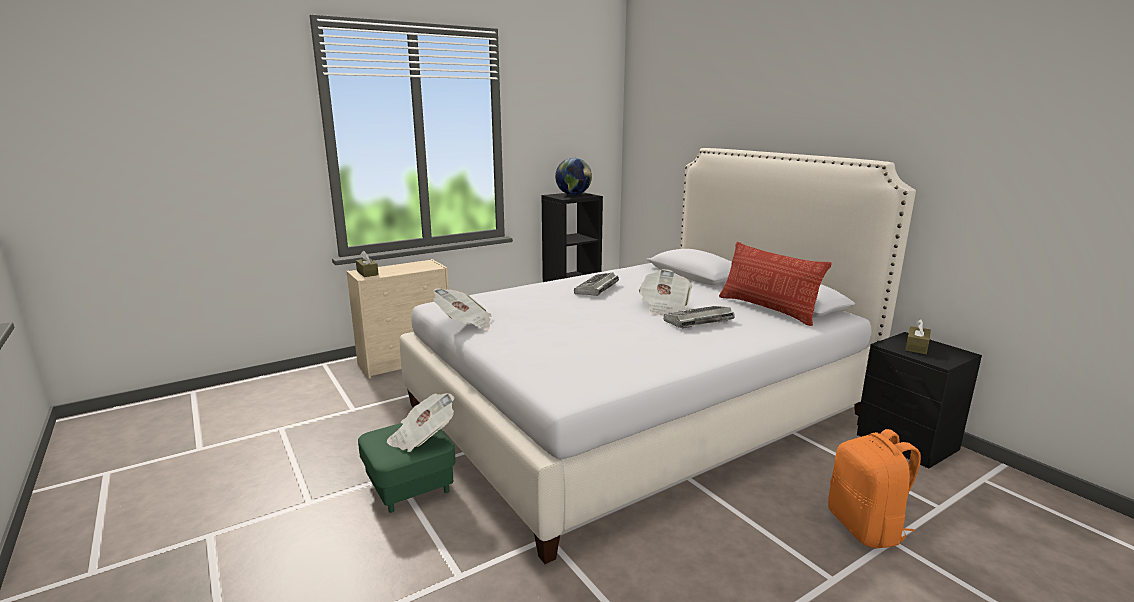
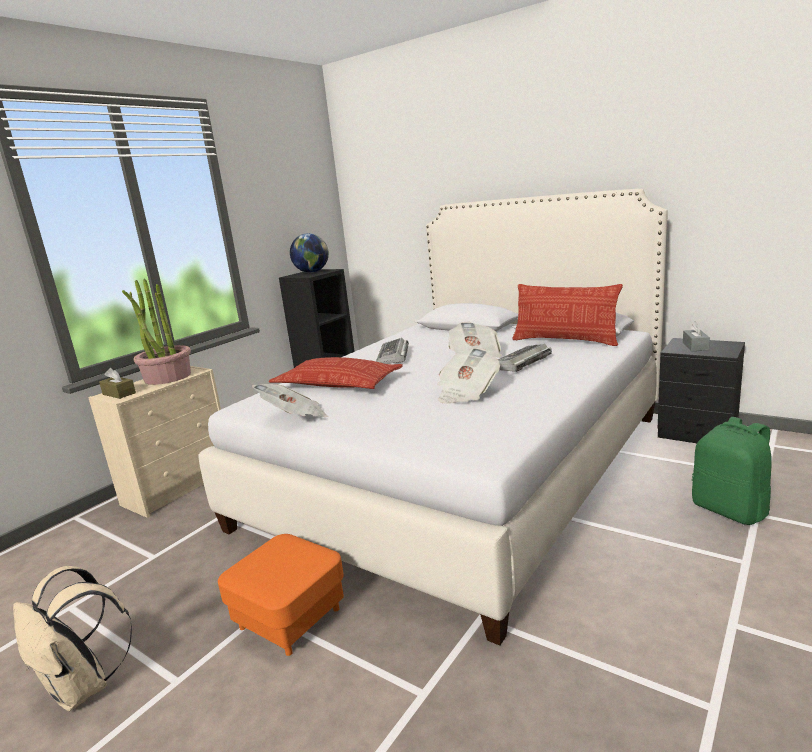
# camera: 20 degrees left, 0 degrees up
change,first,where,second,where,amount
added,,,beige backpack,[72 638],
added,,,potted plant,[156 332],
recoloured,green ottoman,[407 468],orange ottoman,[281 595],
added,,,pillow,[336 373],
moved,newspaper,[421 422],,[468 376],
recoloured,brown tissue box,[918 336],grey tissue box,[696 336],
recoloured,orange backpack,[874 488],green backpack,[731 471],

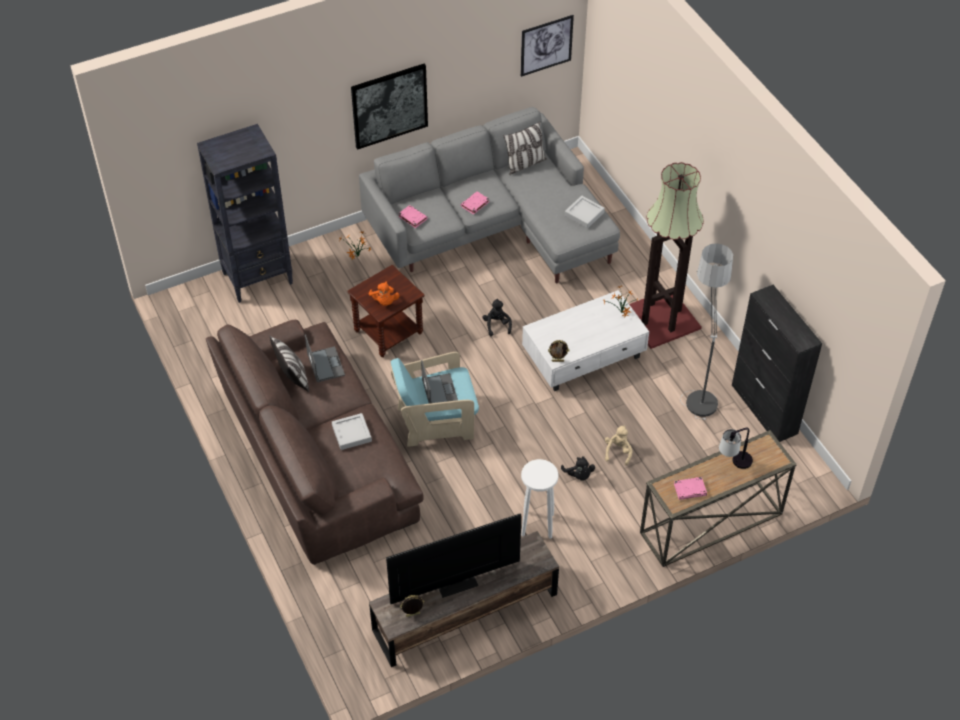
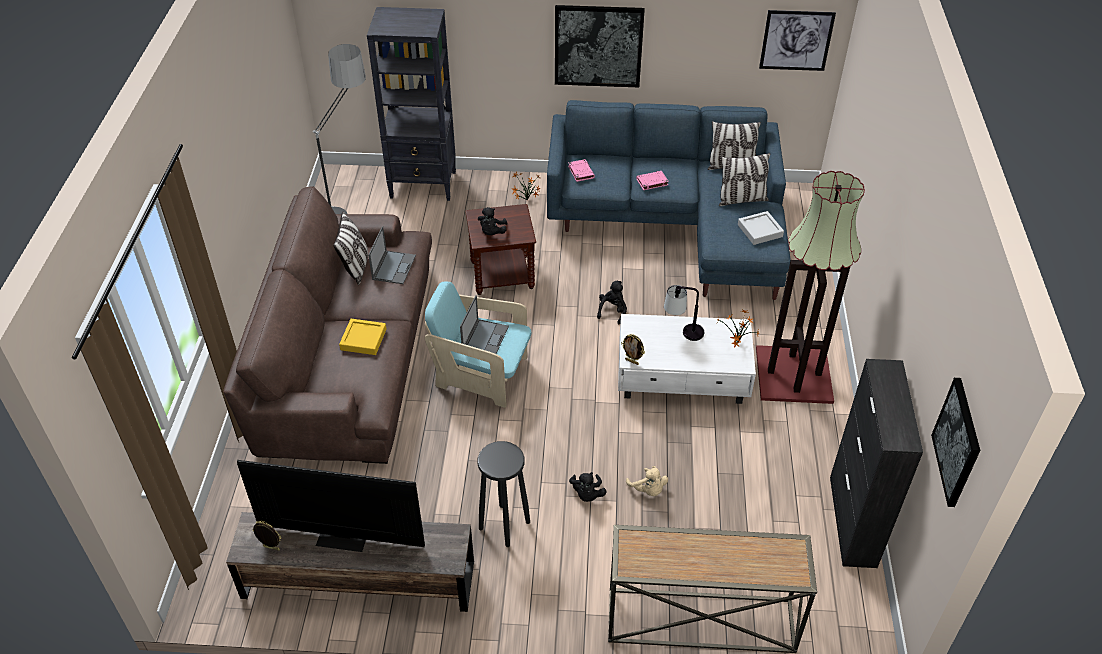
# camera: 30 degrees right, 5 degrees down
change,first,where,second,where,amount
moved,floor lamp,[706 331],,[339 129],
recoloured,grey tray,[352 431],yellow tray,[362 337],
recoloured,white stool,[540 499],black stool,[503 494],
recoloured,orange plush toy,[384 294],black plush toy,[493 221],
recoloured,grey sofa,[489 195],blue sofa,[668 200],
turned,beige plush toy,[619 445],,[647 481],105 degrees clockwise
moved,table lamp,[736 448],,[684 313],
added,,,pillow,[745 179],
added,,,picture,[955 442],
removed,pink book,[690 488],,,

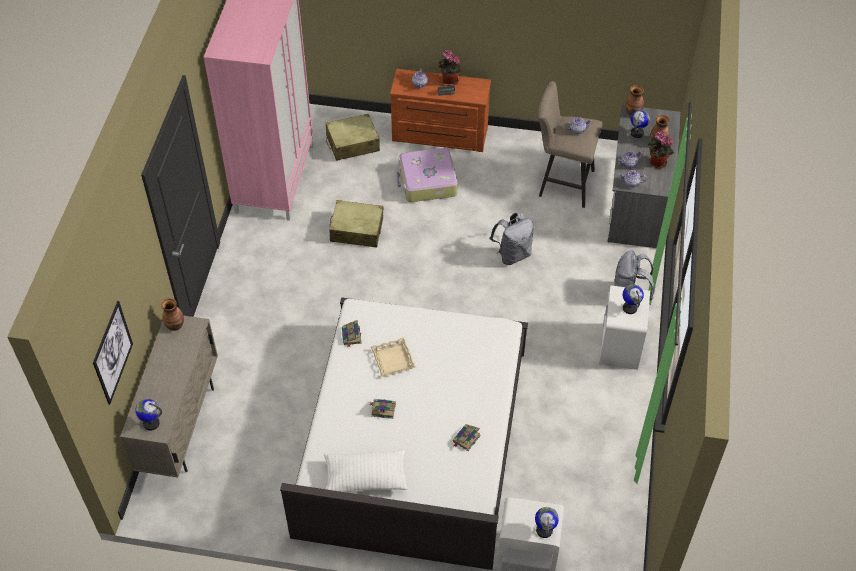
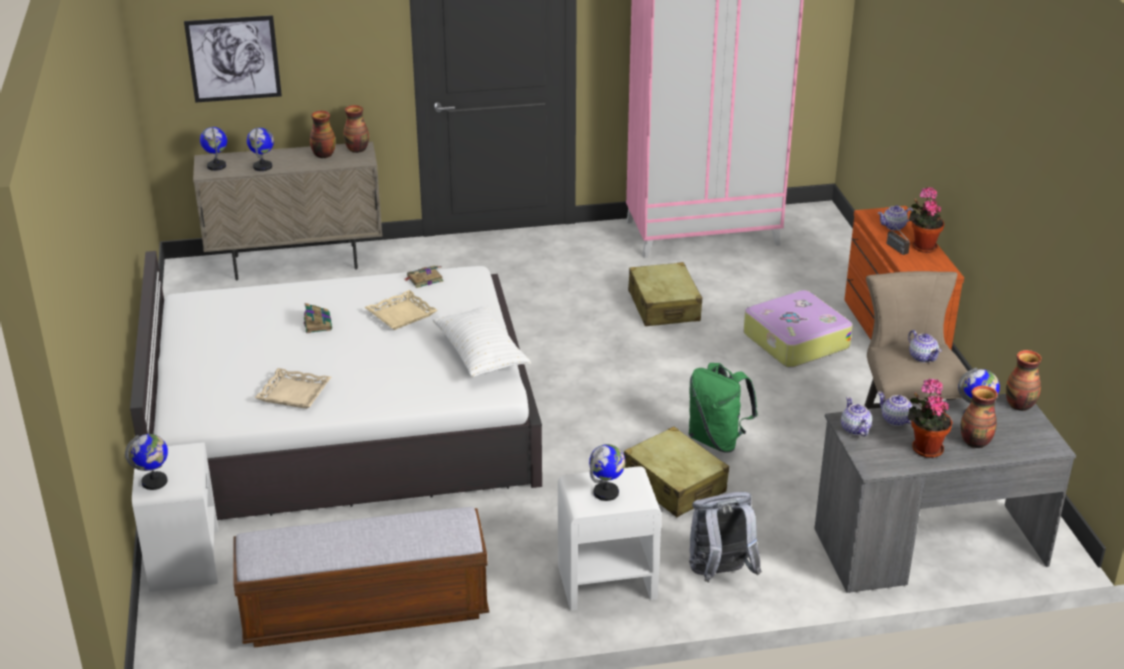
# camera: 70 degrees right, 20 degrees down
change,first,where,second,where,amount
added,,,bench,[361 577],
added,,,globe,[260 149],
replaced,book,[467 437],beige tray,[293 388],
added,,,vase,[323 134],
moved,white pillow,[366 470],,[481 341],
moved,beige suitcase,[353 137],,[676 472],
recoloured,grey backpack,[511 238],green backpack,[723 408],

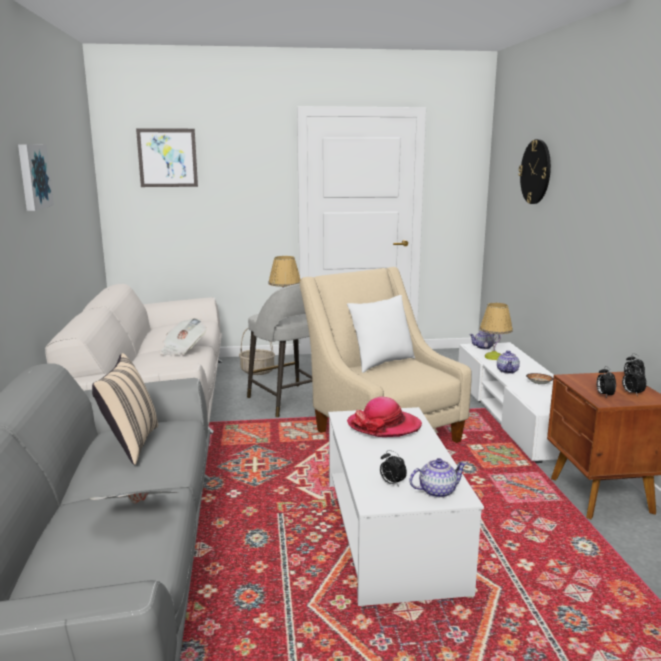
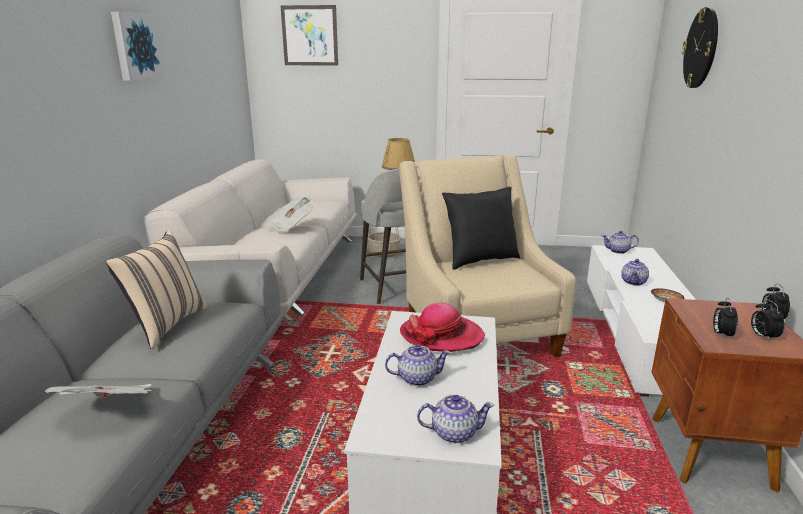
# camera: 15 degrees right, 5 degrees up
change,first,where,second,where,amount
added,,,teapot,[418 365],
recoloured,white pillow,[381 334],black pillow,[481 228],
removed,alarm clock,[393 468],,,
removed,table lamp,[496 331],,,

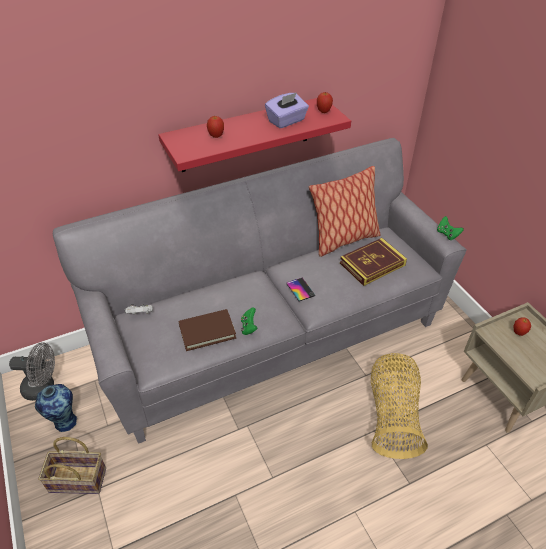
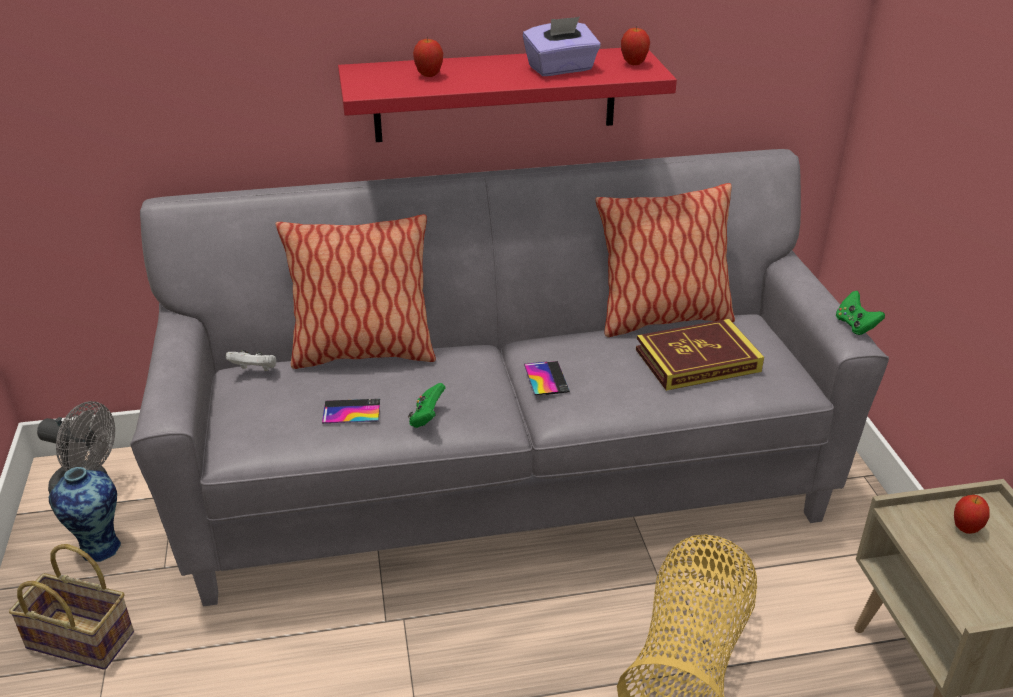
# camera: 15 degrees right, 10 degrees down
change,first,where,second,where,amount
added,,,pillow,[356 291],
replaced,brown book,[207 330],phone,[351 411],

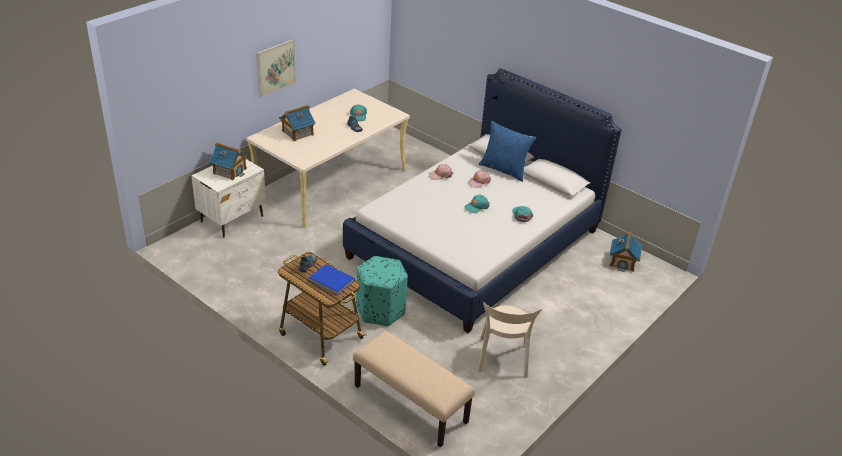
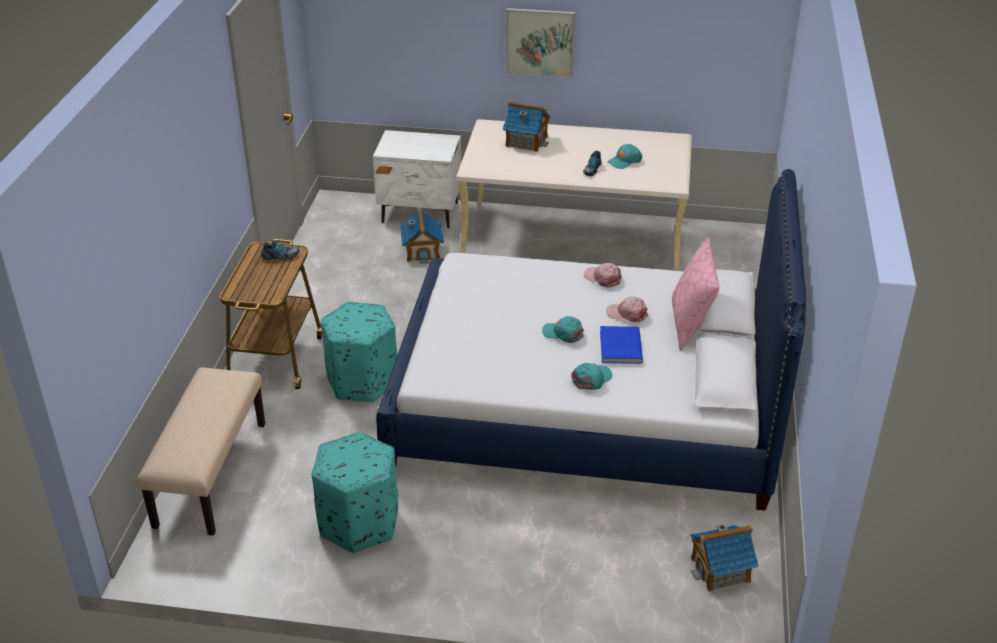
# camera: 60 degrees right, 0 degrees up
change,first,where,second,where,amount
replaced,beige chair,[509 340],turquoise ottoman,[355 492],
moved,toy house,[228 161],,[422 236],
moved,blue book,[332 279],,[621 345],
recoloured,blue pillow,[508 151],pink pillow,[696 293],

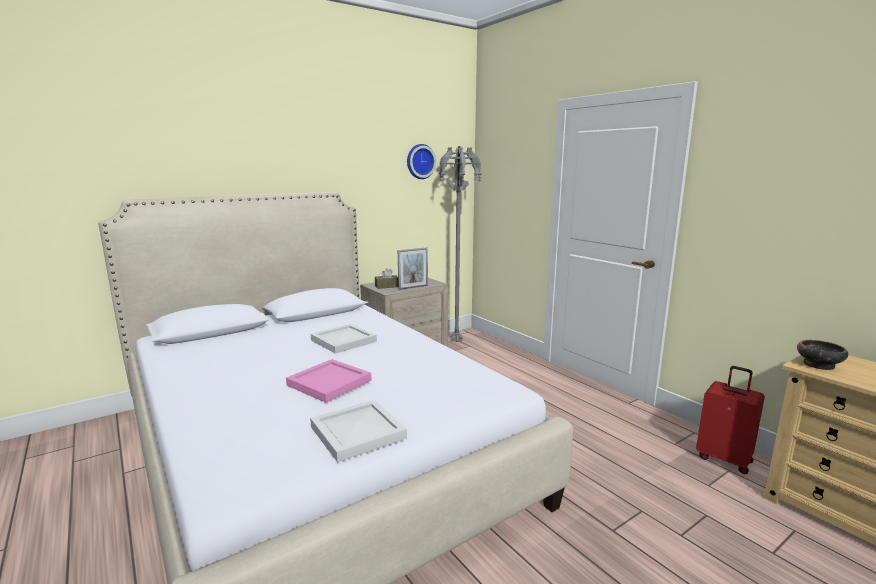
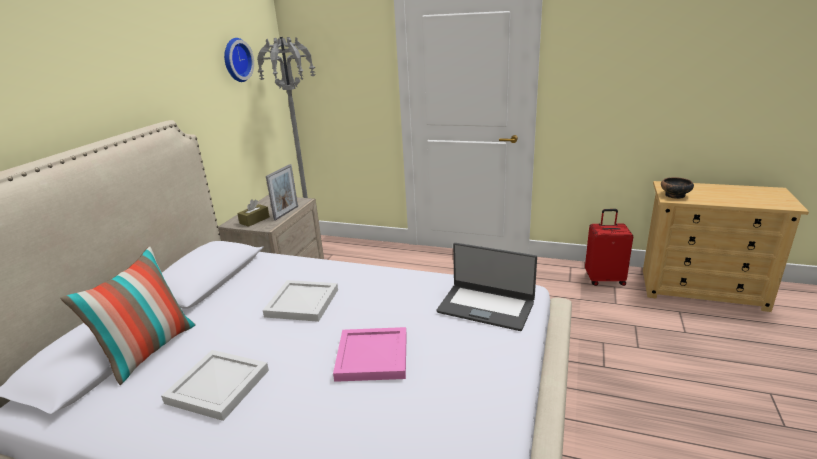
# camera: 35 degrees left, 10 degrees up
change,first,where,second,where,amount
added,,,pillow,[128 315],
moved,white tray,[358 431],,[215 385],
added,,,laptop,[486 287],

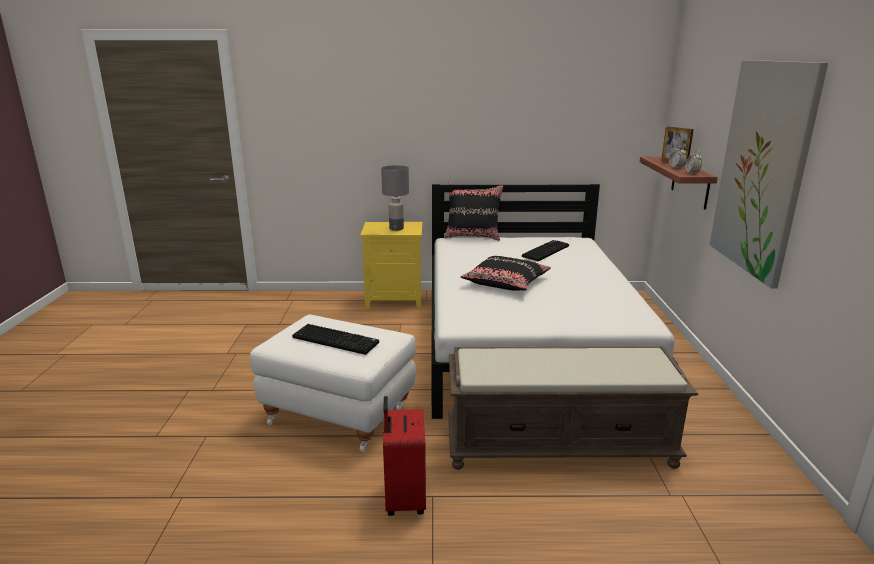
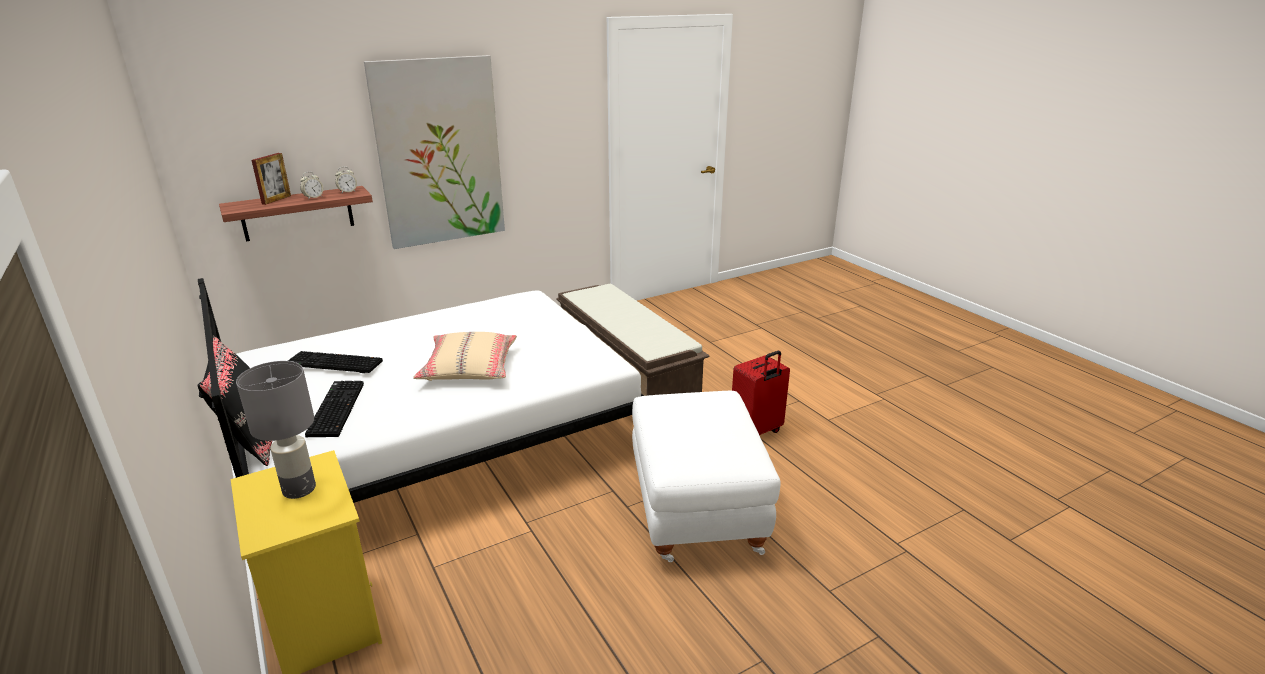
# camera: 120 degrees left, 5 degrees up
change,first,where,second,where,amount
moved,keyboard,[335 339],,[334 409],
recoloured,black pillow,[506 273],beige pillow,[465 356],

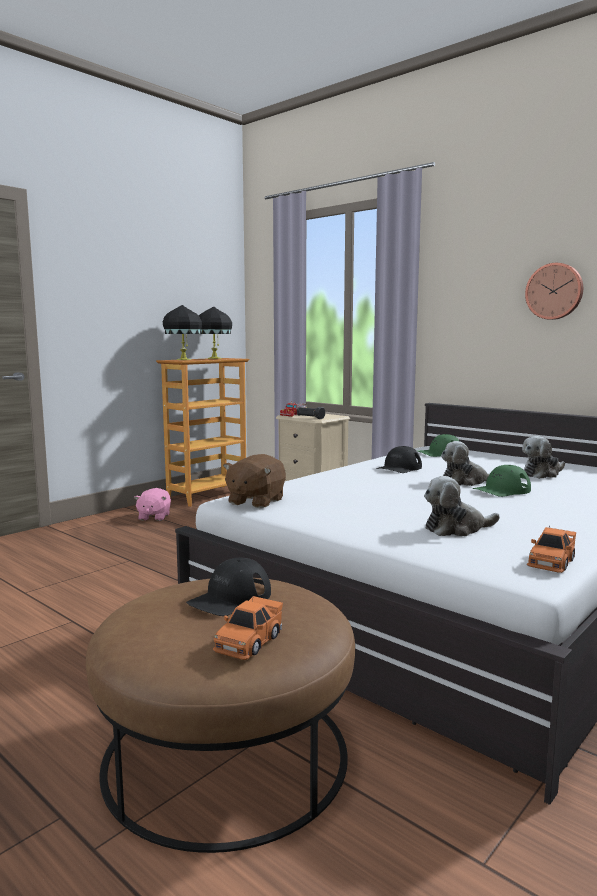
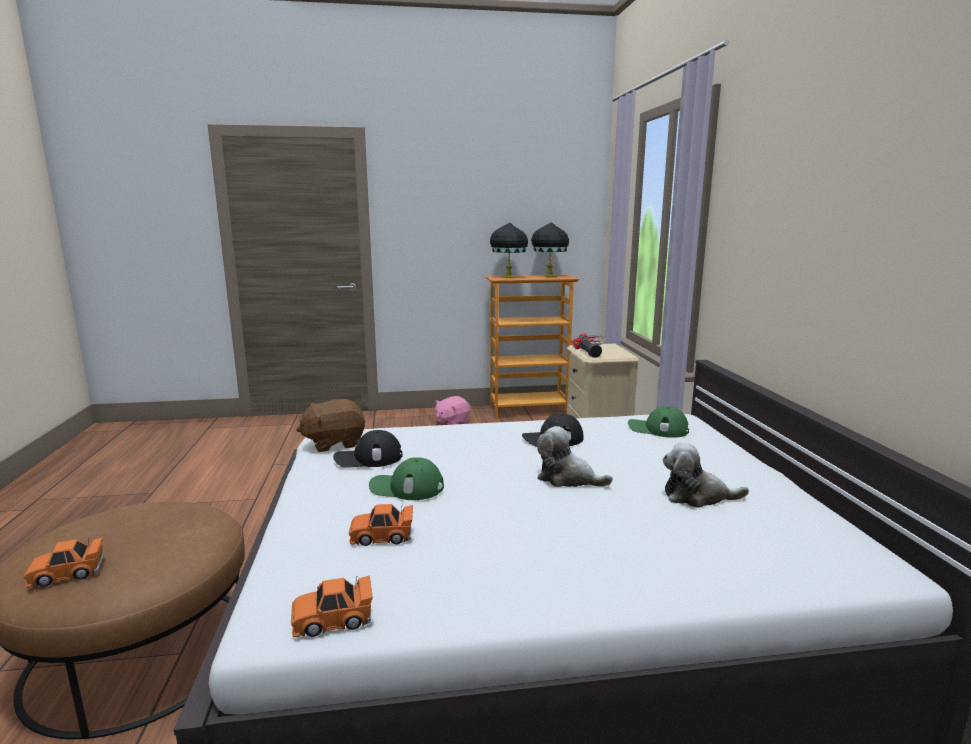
# camera: 40 degrees right, 5 degrees up
change,first,where,second,where,amount
moved,black cap,[228 587],,[368 449],
replaced,plush toy,[462 506],orange toy car,[381 525],
moved,green cap,[501 481],,[406 478],
removed,wall clock,[554 291],,,

